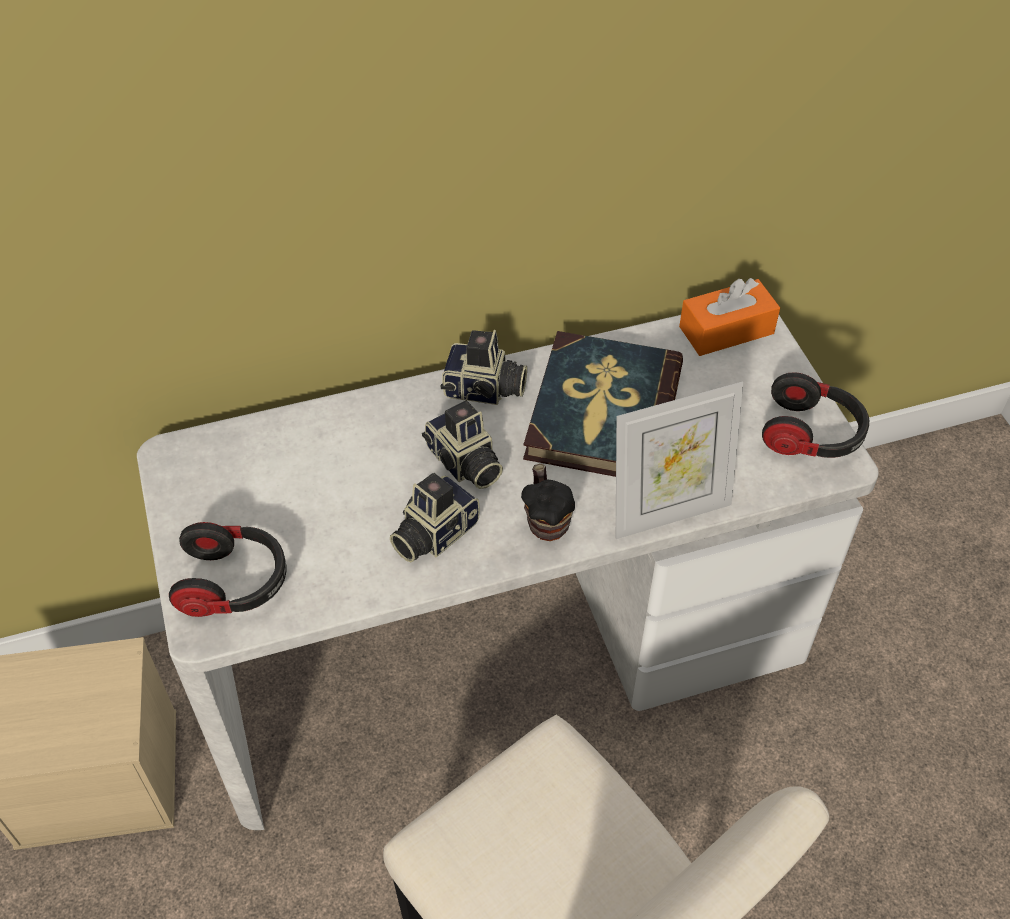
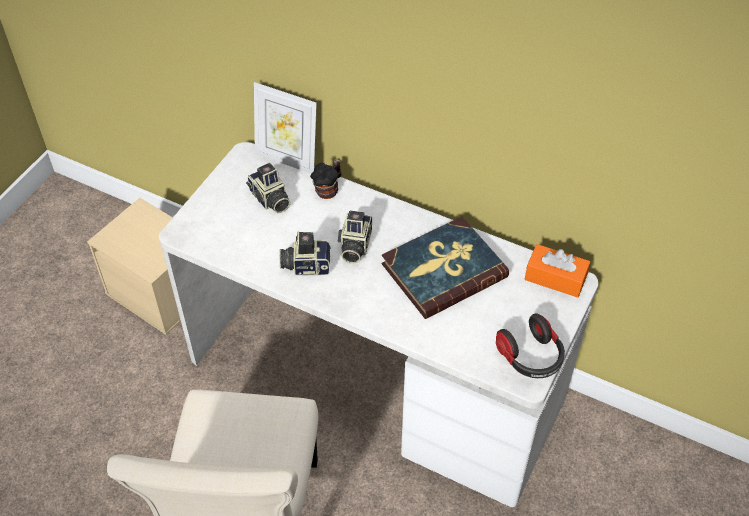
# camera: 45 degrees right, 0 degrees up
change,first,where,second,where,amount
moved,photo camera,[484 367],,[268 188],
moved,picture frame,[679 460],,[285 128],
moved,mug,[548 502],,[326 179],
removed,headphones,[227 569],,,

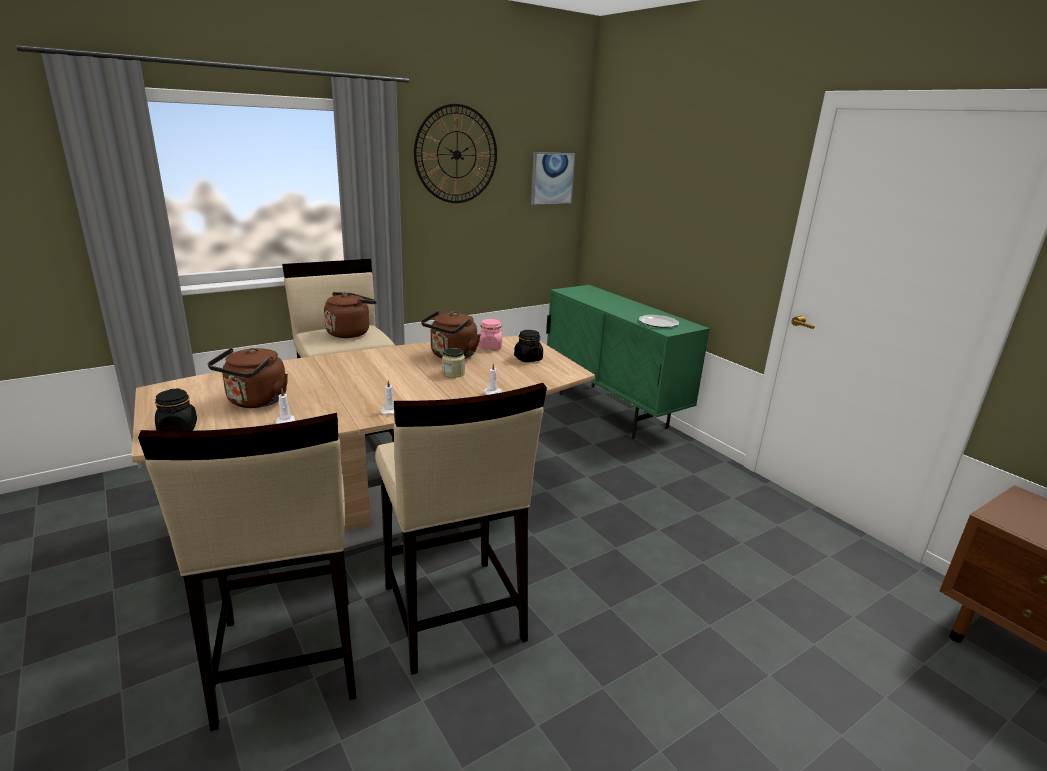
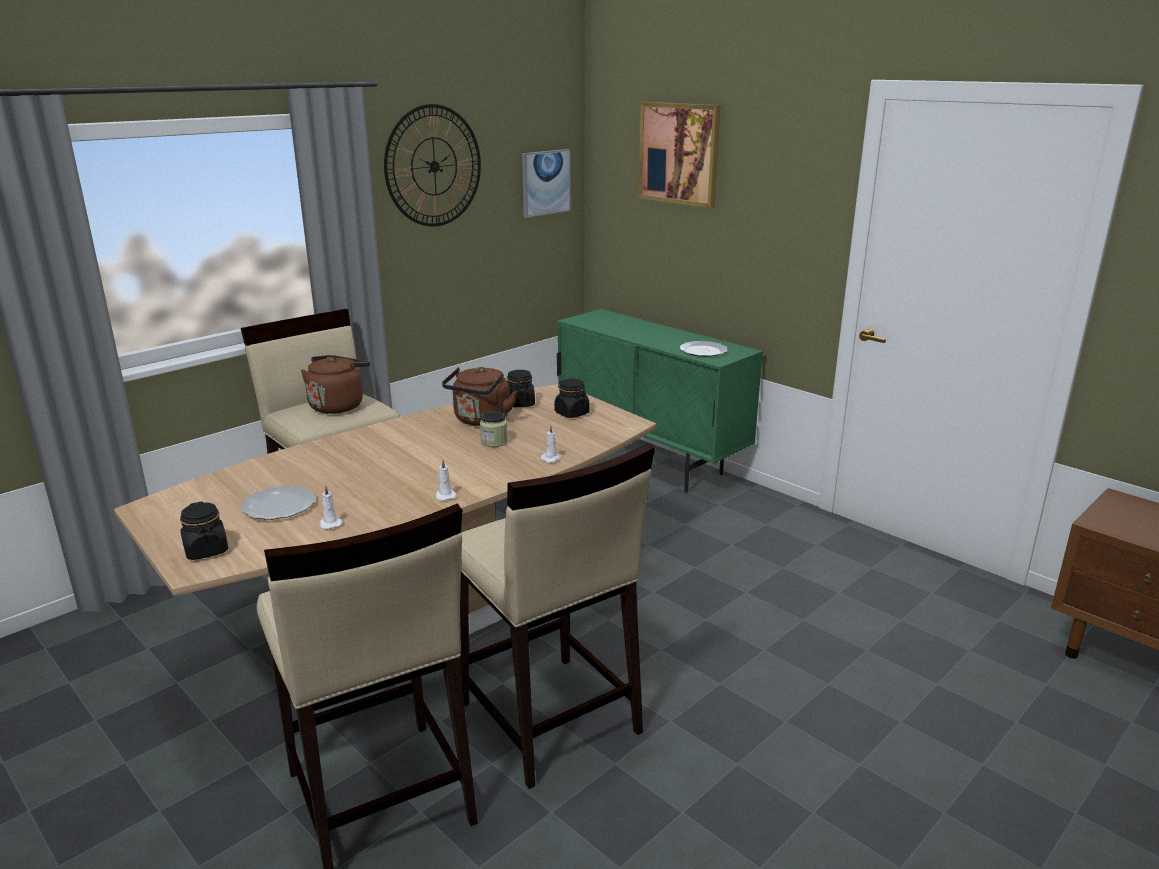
# camera: 10 degrees left, 0 degrees up
change,first,where,second,where,amount
replaced,brown kettle,[248 378],plate,[278 503],
recoloured,pink jar,[490 334],black jar,[521 388],
added,,,picture,[679 155],

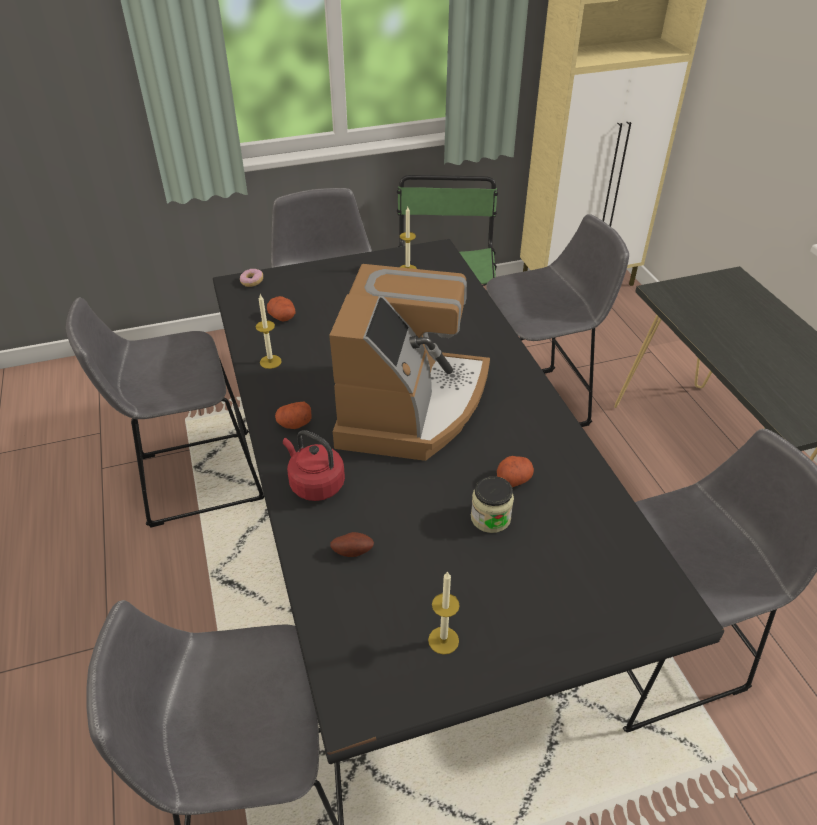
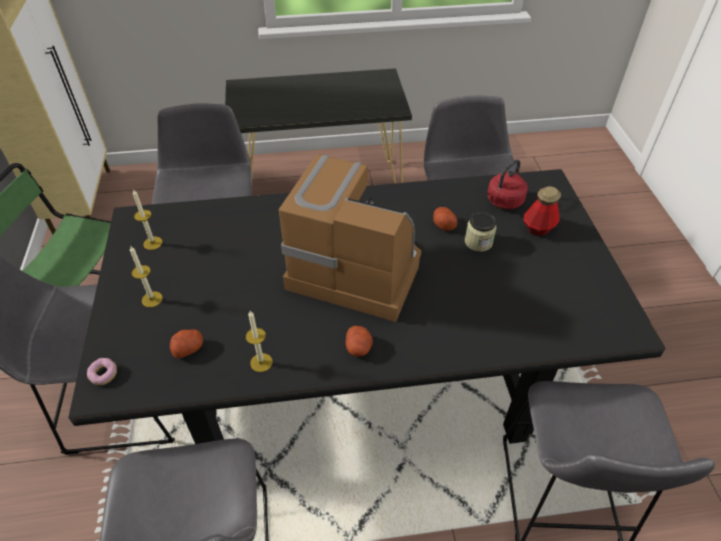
# camera: 80 degrees left, 5 degrees up
change,first,where,second,where,amount
moved,candle,[444 613],,[146 276],
moved,red kettle,[314 465],,[507 184],
added,,,bottle,[542 211],
removed,potato,[352 544],,,

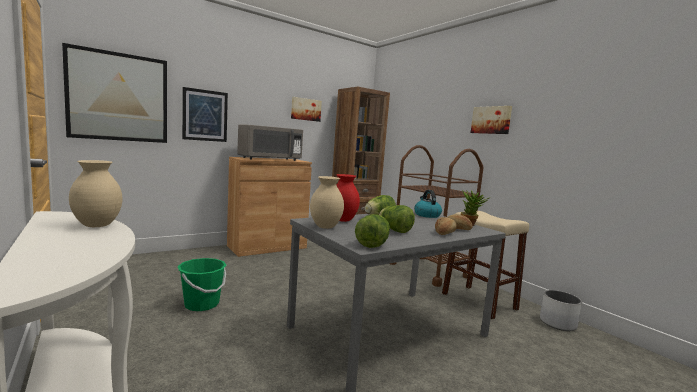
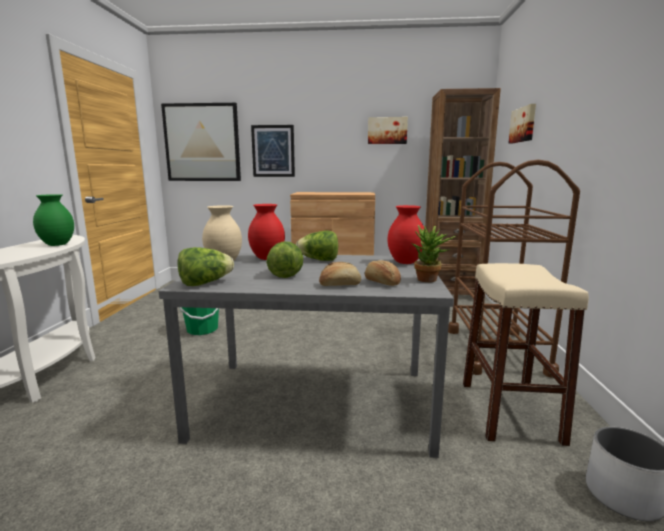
# camera: 40 degrees right, 5 degrees up
change,first,where,second,where,amount
recoloured,beige vase,[95 193],green vase,[53 220],
replaced,kettle,[428 204],red vase,[407 234],
moved,picture,[491 120],,[522 123],
removed,grey microwave,[270 142],,,

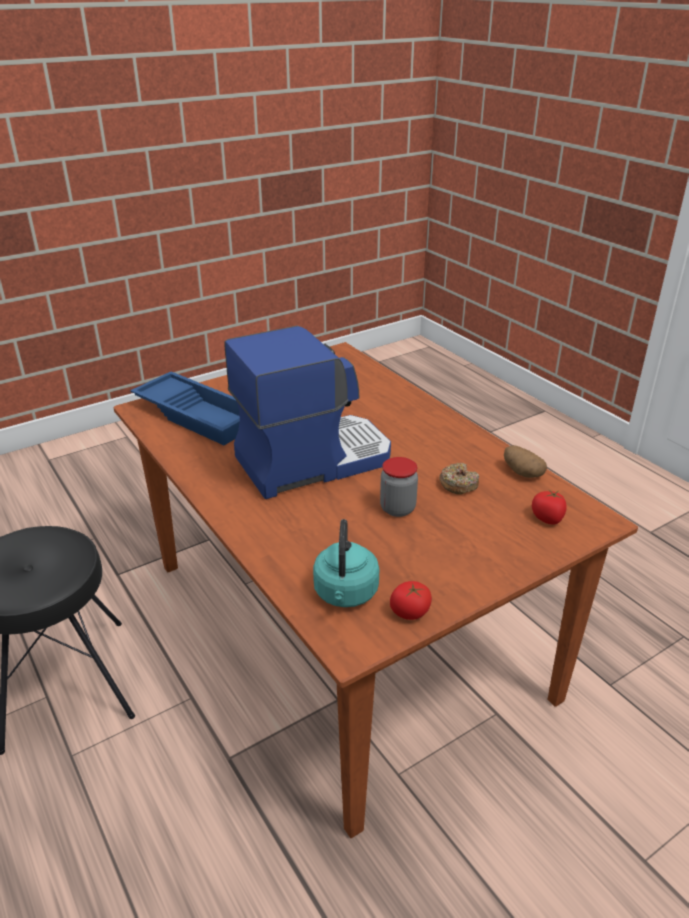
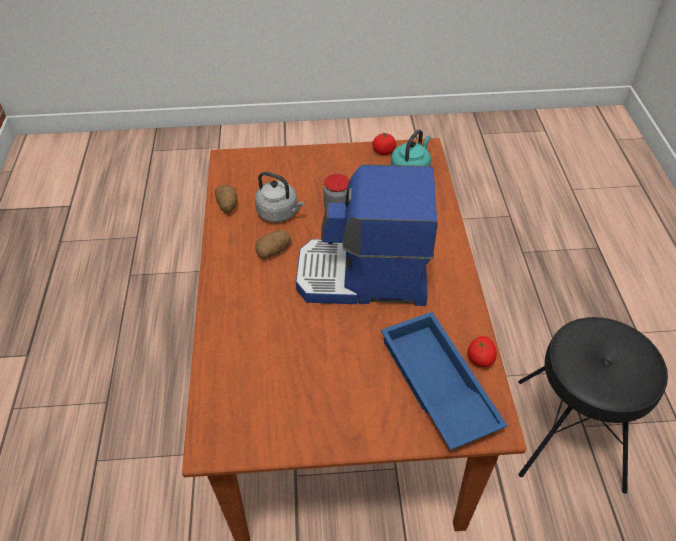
# camera: 150 degrees left, 15 degrees up
change,first,where,second,where,amount
replaced,donut,[459 479],grey kettle,[280 197],
added,,,potato,[273 244],
moved,tomato,[549 506],,[482 351],

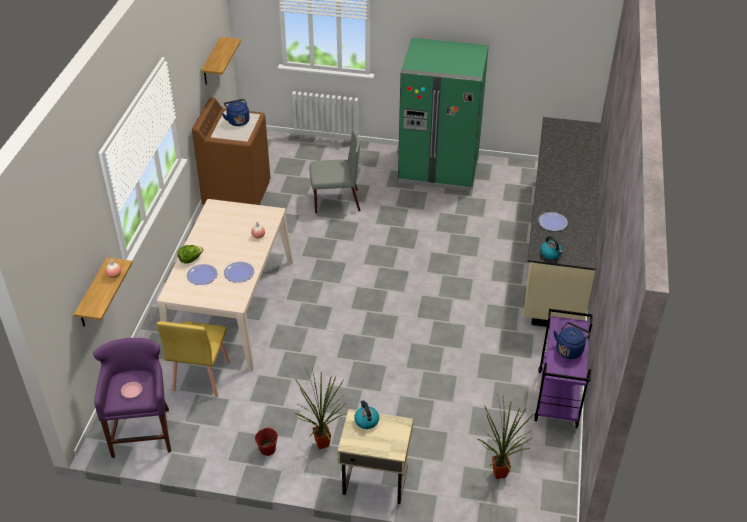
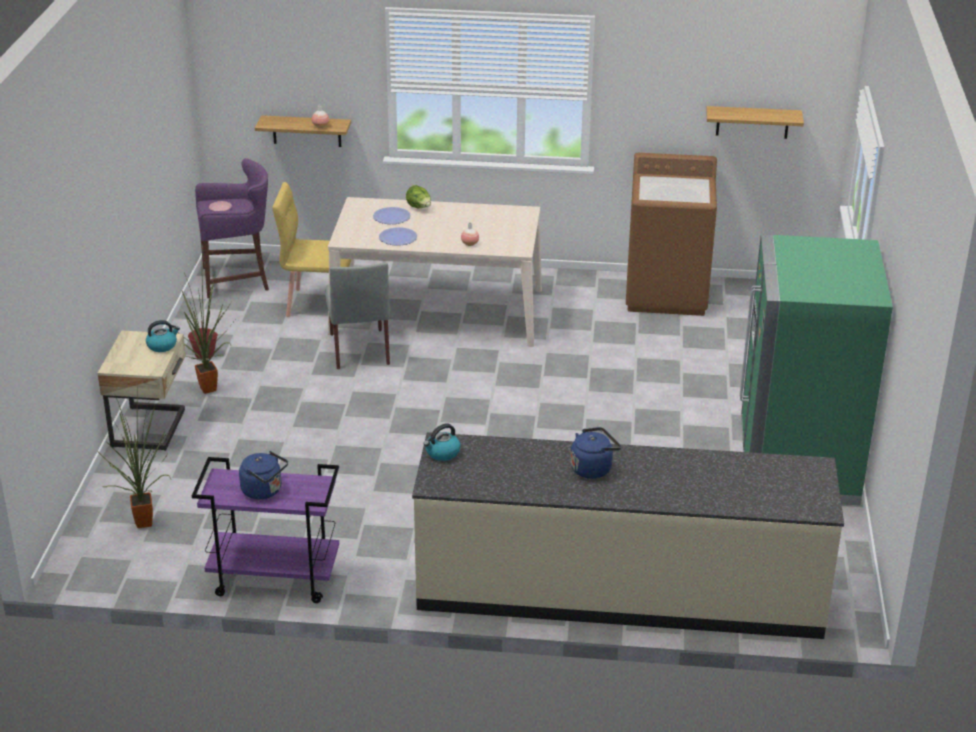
# camera: 85 degrees right, 10 degrees down
change,first,where,second,where,amount
moved,grey chair,[335 172],,[357 316],
moved,blue kettle,[235 112],,[595 453],
removed,plate,[553 221],,,

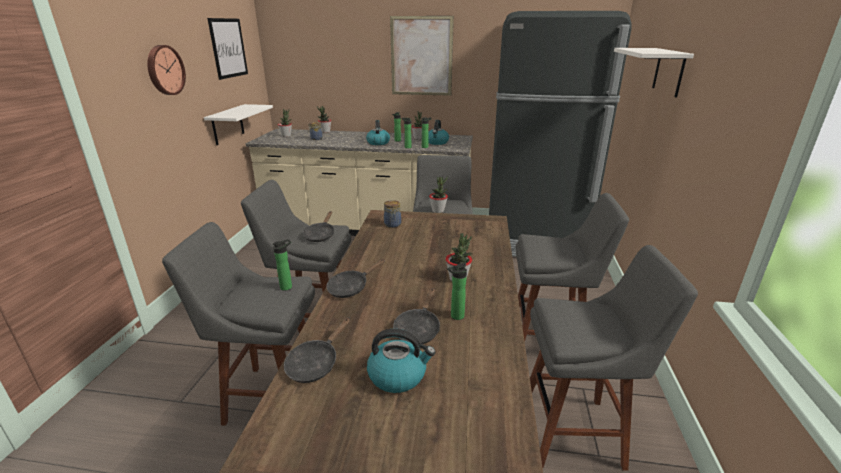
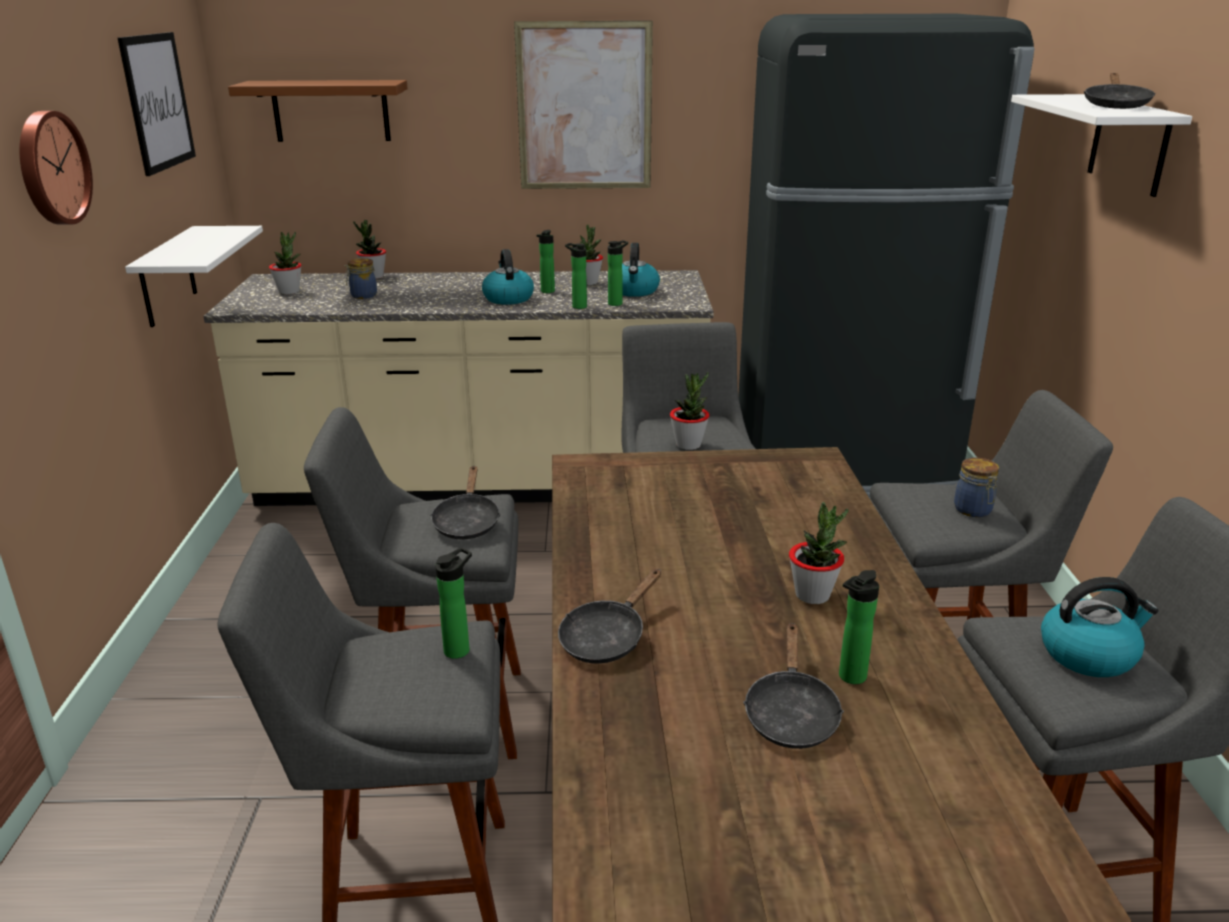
# camera: 10 degrees left, 0 degrees up
change,first,where,second,where,amount
added,,,brown shelf,[318 111],
moved,jar,[392 214],,[976 487],
moved,kettle,[401 361],,[1099 627],
moved,black frying pan,[317 350],,[1120 91],

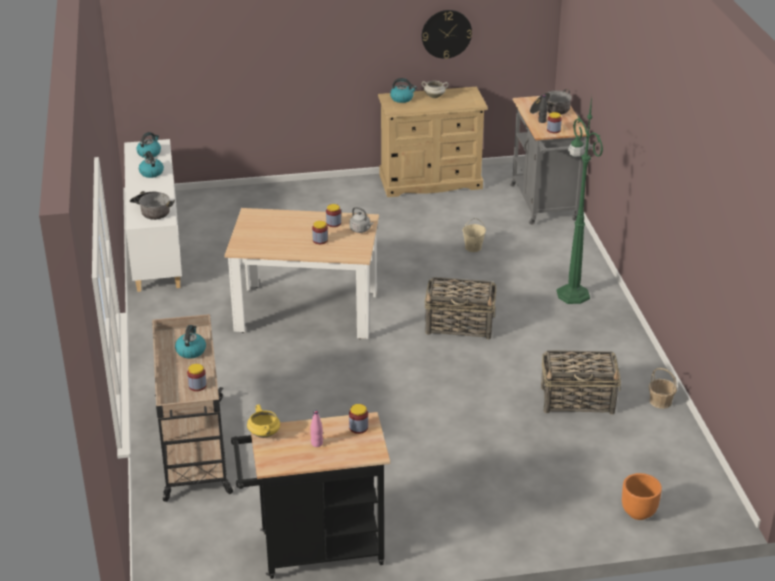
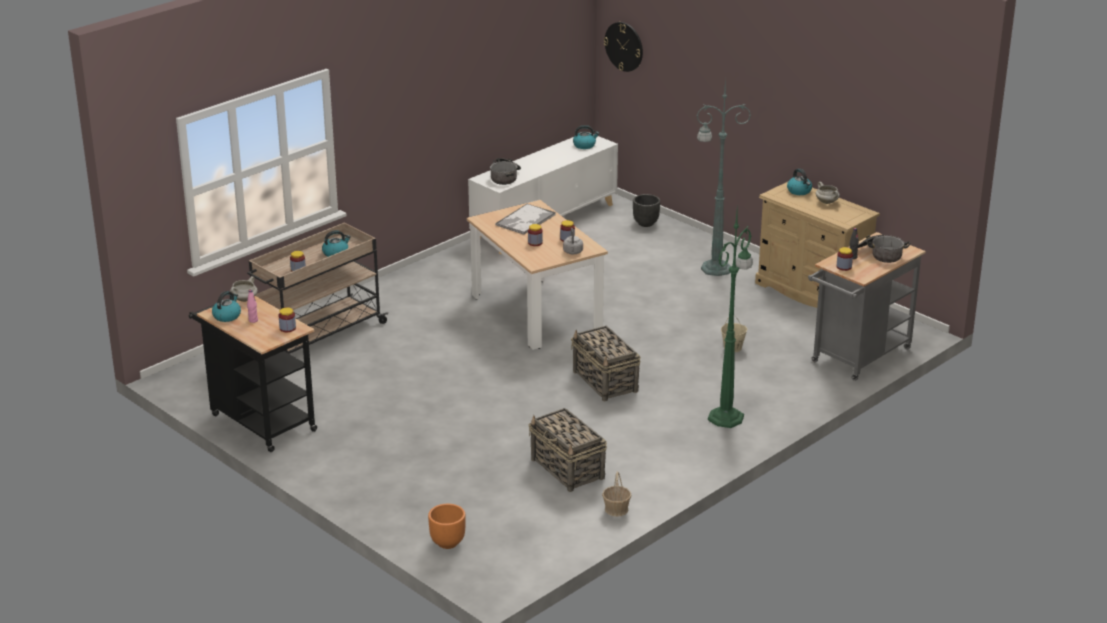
# camera: 55 degrees right, 5 degrees down
change,first,where,second,where,amount
moved,kettle,[151 164],,[226 306],
recoloured,yellow cooking pot,[263 421],white cooking pot,[243 289],
added,,,tray,[526 219],
moved,wall clock,[447 34],,[623 47],
added,,,black planter,[646 210],
added,,,green floor lamp,[724 177],

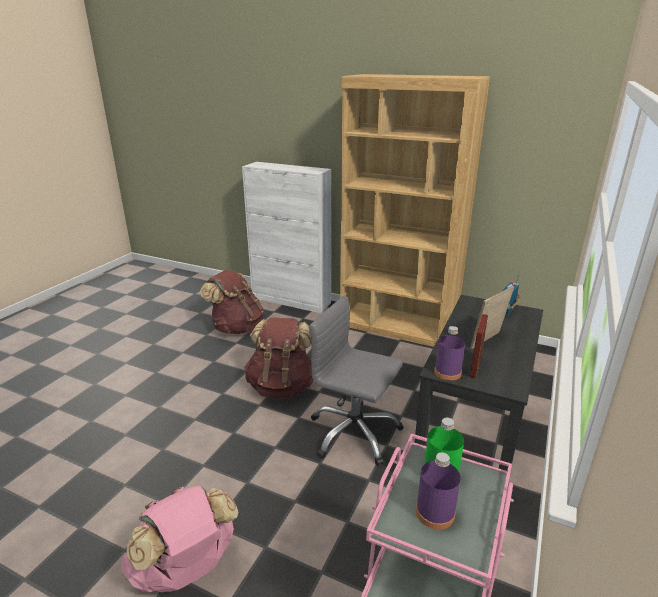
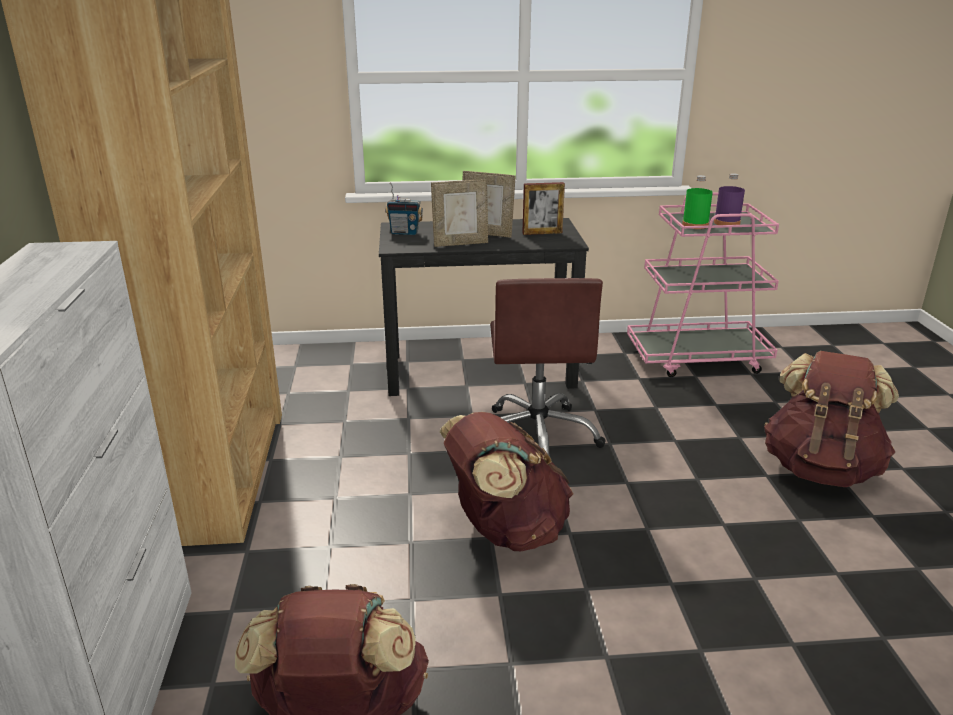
# camera: 120 degrees left, 0 degrees up
change,first,where,second,where,amount
added,,,picture frame,[459 213],
recoloured,grey office chair,[356 380],brown office chair,[548 366],
recoloured,pink backpack,[180 538],brown backpack,[831 419],
removed,purple bottle,[449 353],,,

